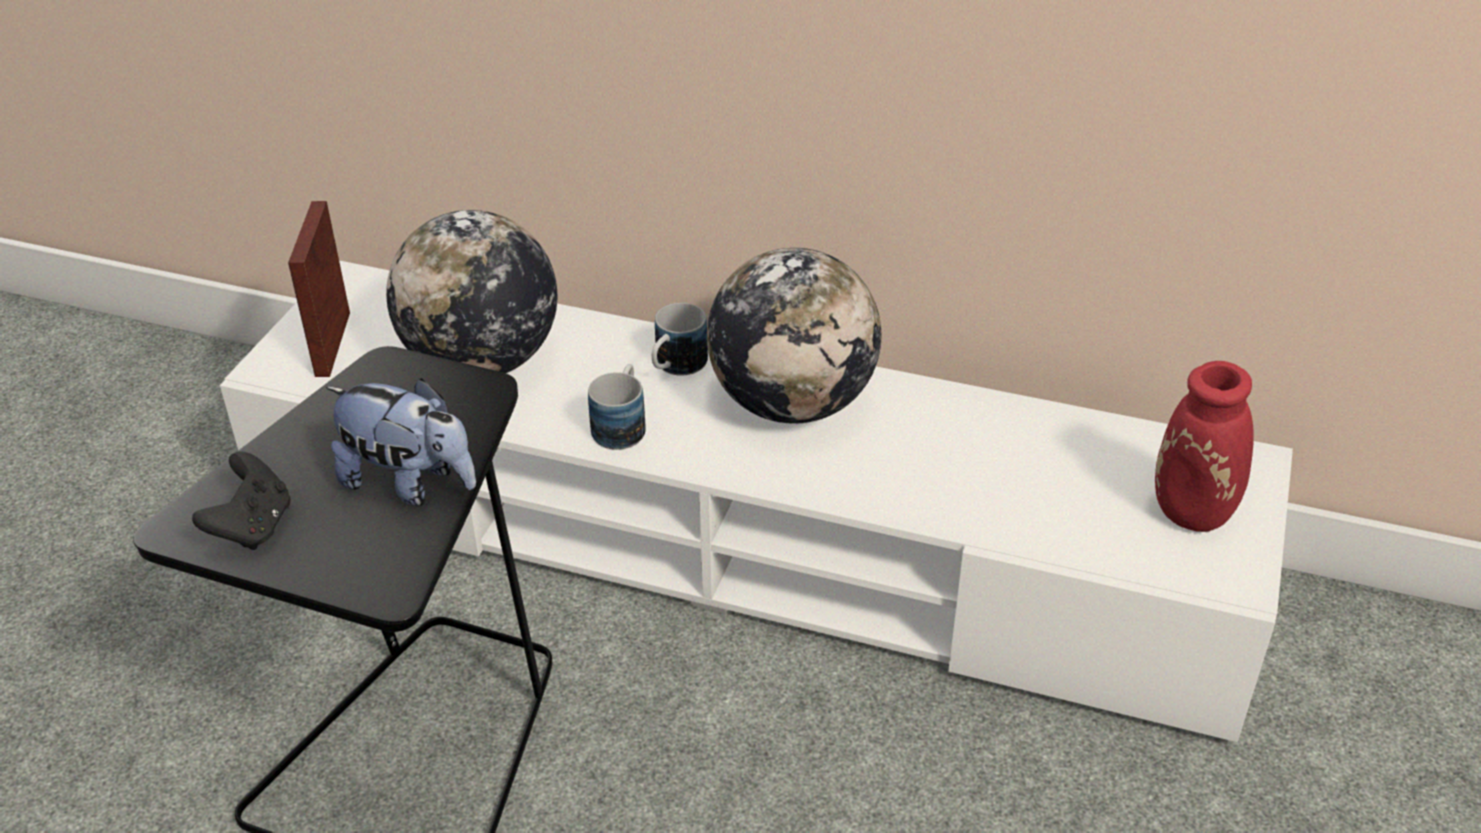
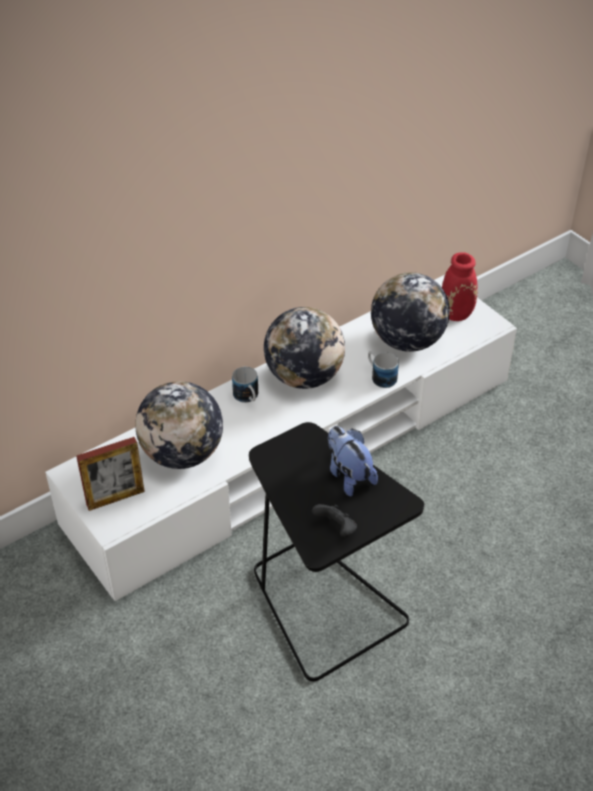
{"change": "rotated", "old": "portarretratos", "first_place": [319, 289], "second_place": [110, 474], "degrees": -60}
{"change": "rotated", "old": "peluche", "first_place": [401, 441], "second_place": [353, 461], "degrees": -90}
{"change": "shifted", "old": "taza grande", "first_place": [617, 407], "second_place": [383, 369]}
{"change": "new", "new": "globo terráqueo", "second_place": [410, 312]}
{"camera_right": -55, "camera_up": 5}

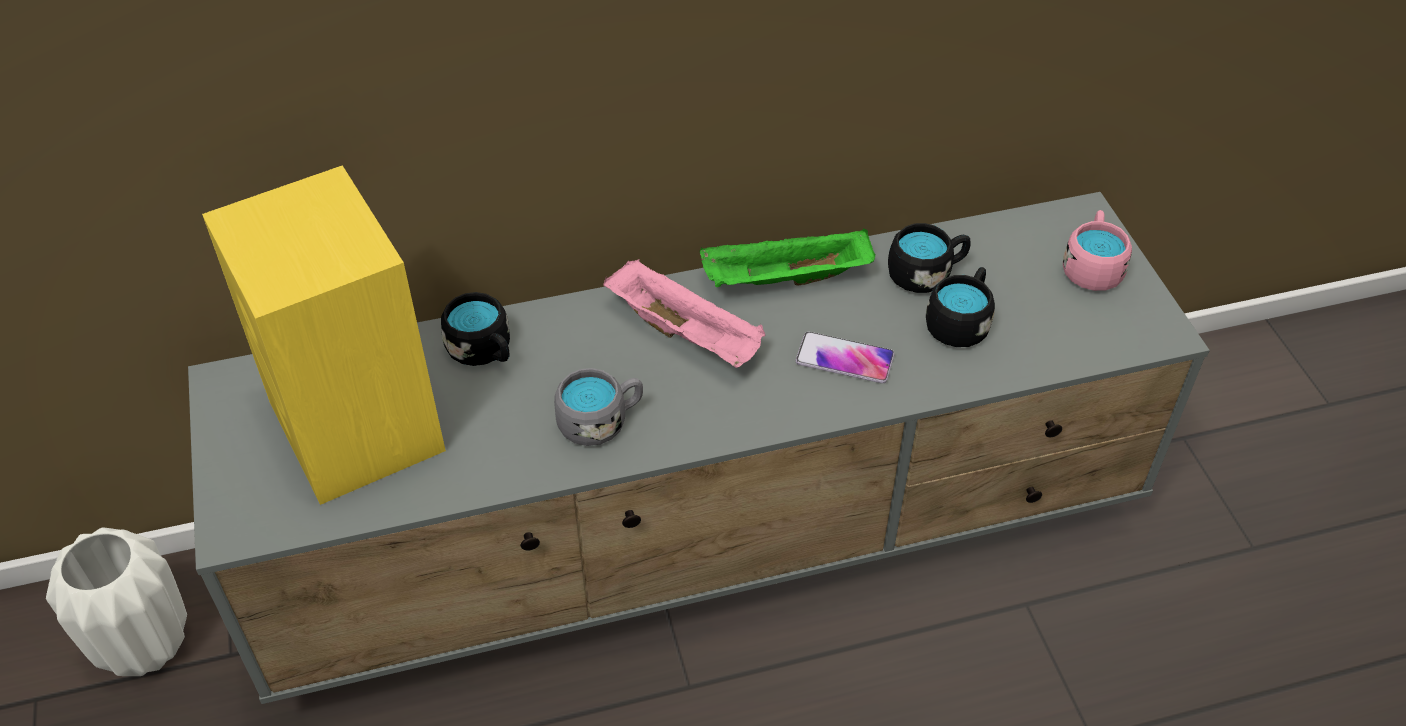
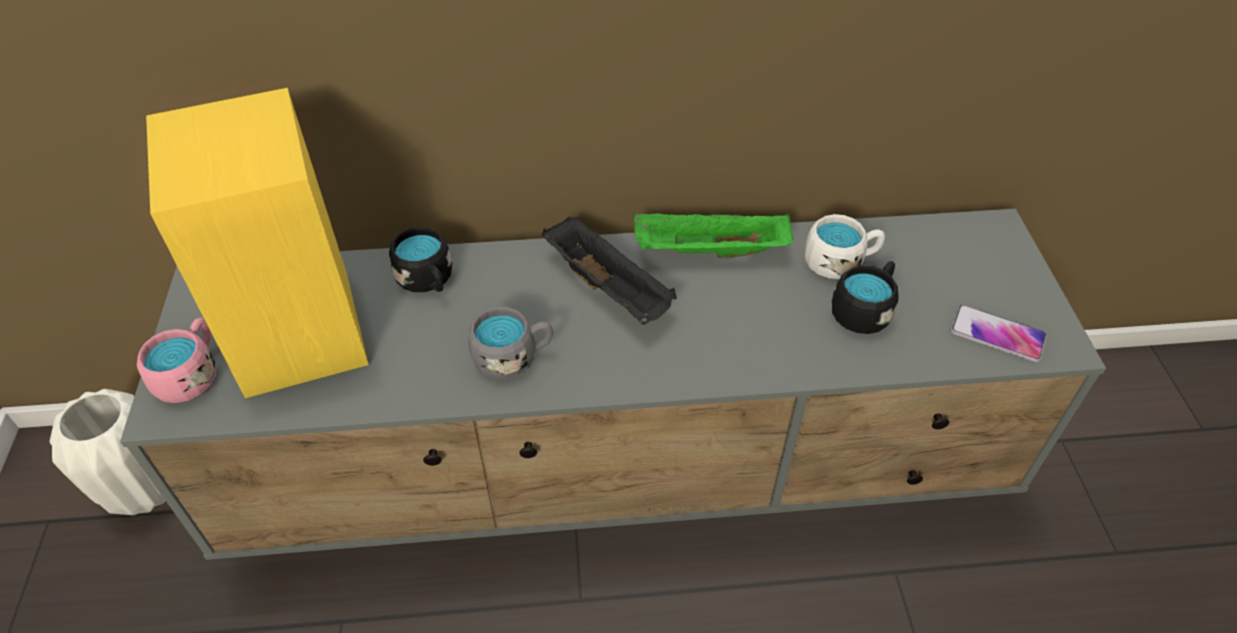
{"change": "shifted", "old": "taza grande (rosa)", "first_place": [1097, 250], "second_place": [176, 360]}
{"change": "repainted", "old": "bandeja (rosa)", "new": "bandeja (negro)", "first_place": [684, 313], "second_place": [609, 271]}
{"change": "repainted", "old": "taza grande (negro)", "new": "taza grande (blanco)", "first_place": [929, 258], "second_place": [845, 246]}
{"change": "shifted", "old": "móvil", "first_place": [845, 357], "second_place": [999, 333]}
{"camera_right": 10, "camera_up": 0}

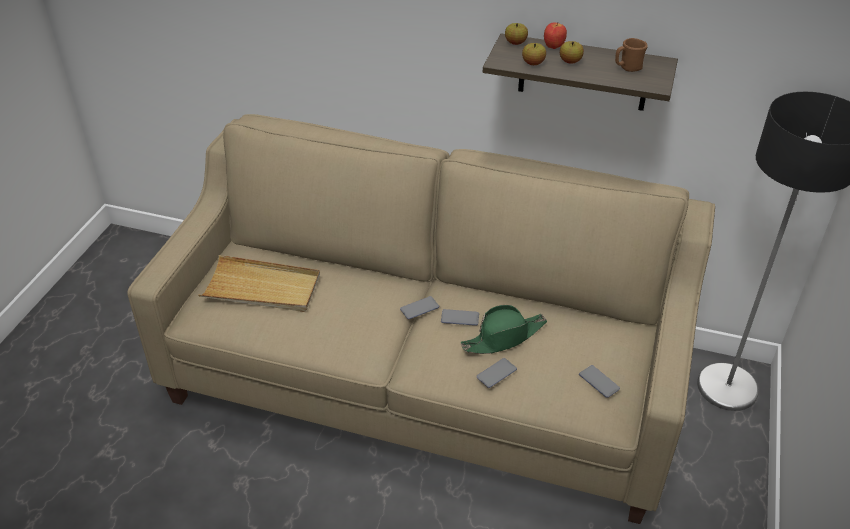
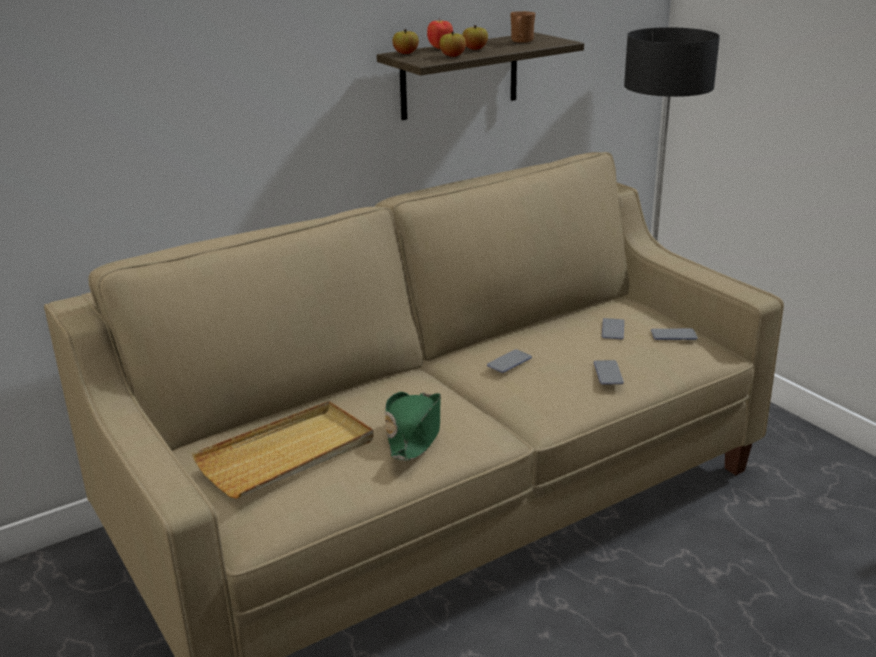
{"change": "shifted", "old": "sombrero (verde)", "first_place": [504, 329], "second_place": [413, 426]}
{"change": "shifted", "old": "móvil", "first_place": [419, 307], "second_place": [613, 328]}
{"camera_right": -50, "camera_up": -15}

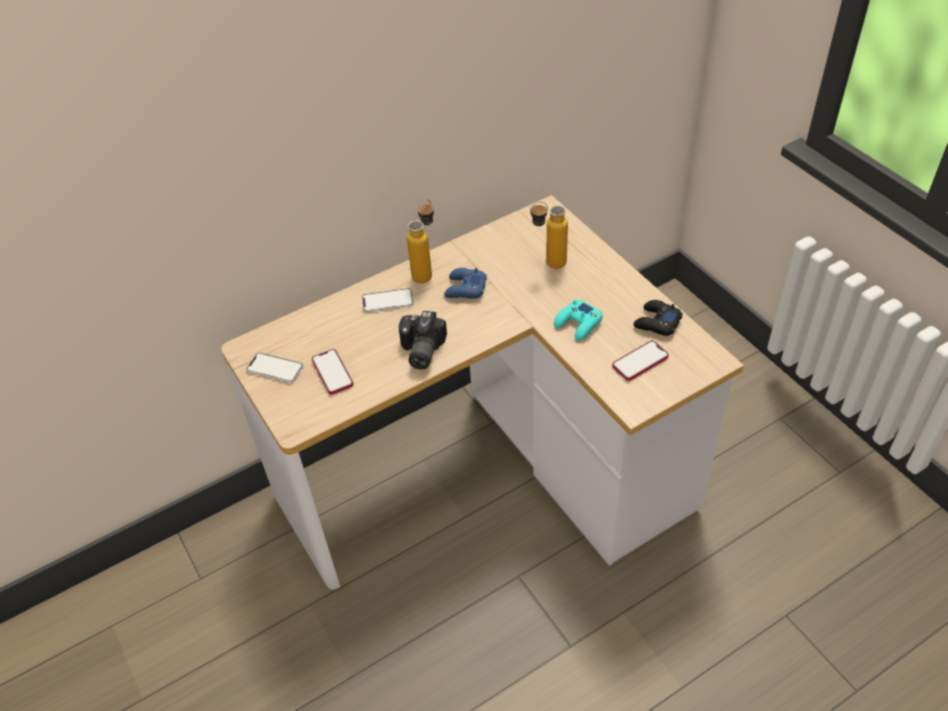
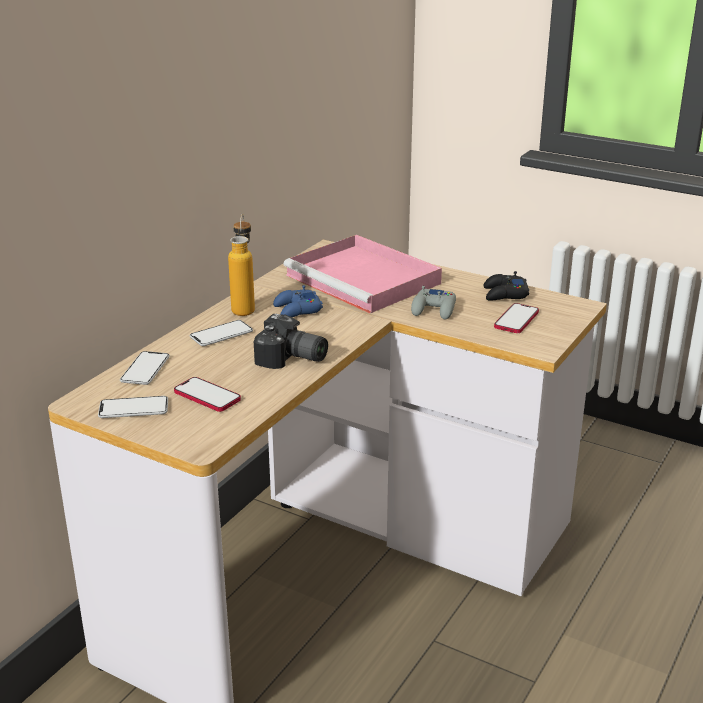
{"change": "new", "new": "móvil", "second_place": [145, 368]}
{"change": "rotated", "old": "cámara", "first_place": [423, 340], "second_place": [291, 341], "degrees": -45}
{"change": "swapped", "old": "botella", "new": "bandeja (rosa)", "first_place": [549, 235], "second_place": [362, 274]}
{"change": "repainted", "old": "mando de consola (turquesa)", "new": "mando de consola (gris)", "first_place": [578, 320], "second_place": [433, 302]}
{"camera_right": -30, "camera_up": -20}

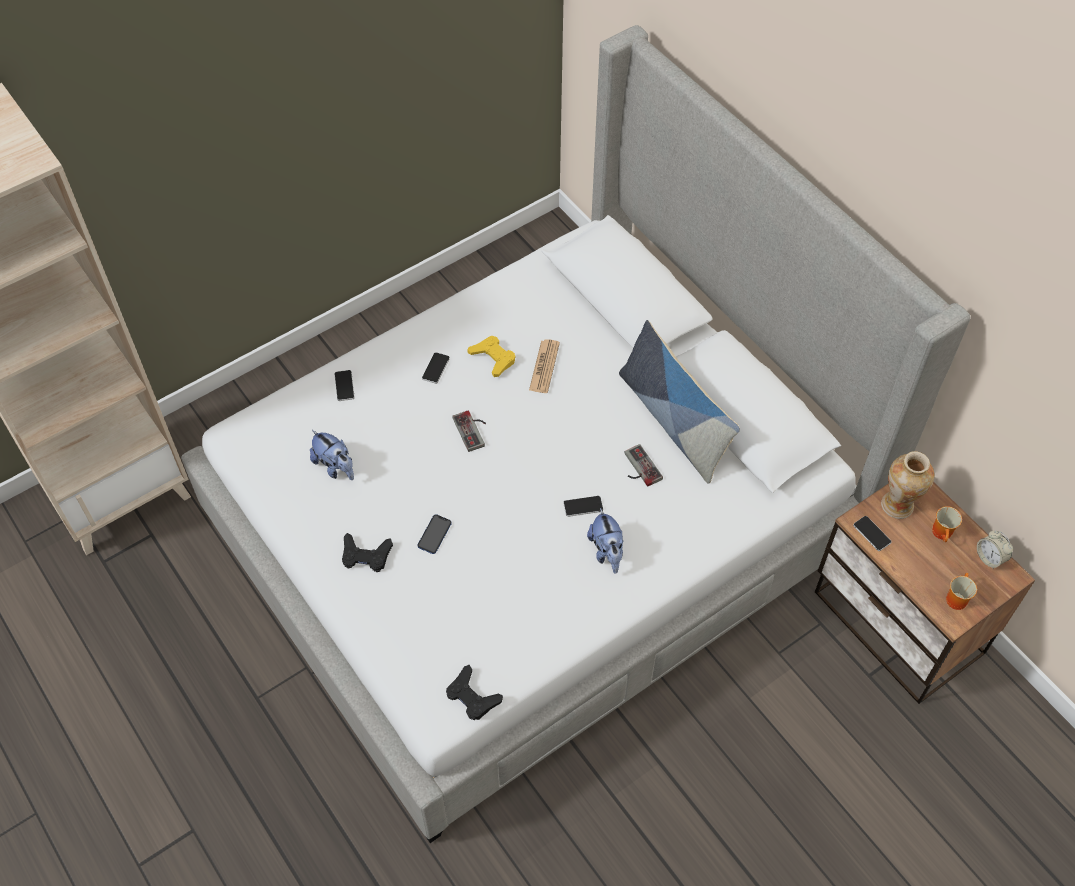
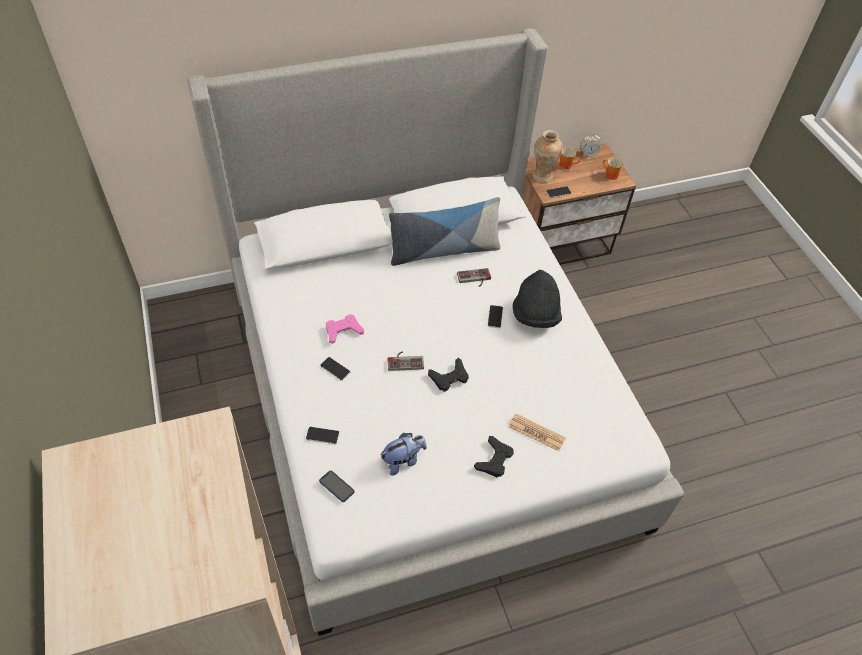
{"change": "shifted", "old": "móvil", "first_place": [434, 534], "second_place": [337, 486]}
{"change": "repainted", "old": "mando de consola (amarillo)", "new": "mando de consola (rosa)", "first_place": [491, 356], "second_place": [345, 329]}
{"change": "shifted", "old": "mando de consola (negro)", "first_place": [474, 692], "second_place": [448, 375]}
{"change": "shifted", "old": "periódico", "first_place": [544, 366], "second_place": [537, 432]}
{"change": "swapped", "old": "peluche", "new": "sombrero (negro)", "first_place": [605, 541], "second_place": [537, 299]}
{"camera_right": -75, "camera_up": -5}

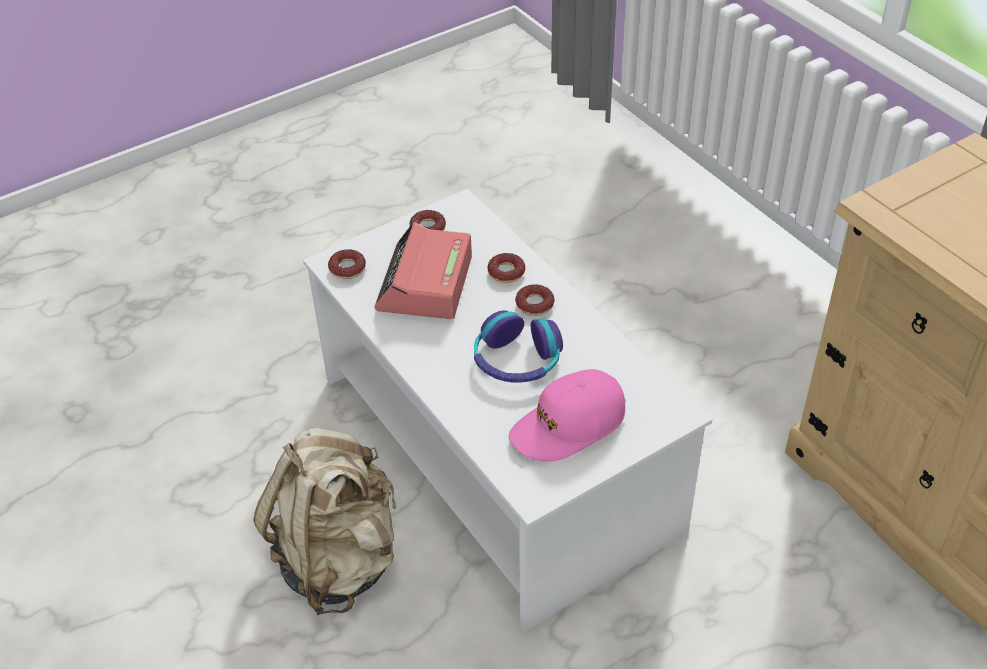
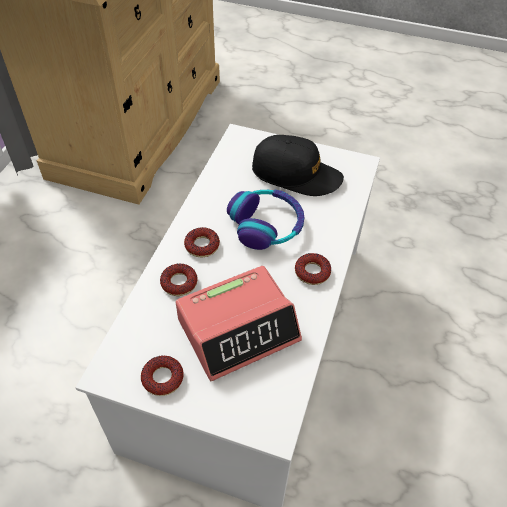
{"change": "repainted", "old": "gorra (rosa)", "new": "gorra (negro)", "first_place": [567, 415], "second_place": [298, 165]}
{"change": "shifted", "old": "rosquilla", "first_place": [347, 264], "second_place": [313, 269]}
{"change": "gone", "old": "mochila (beis)", "first_place": [325, 521]}
{"camera_right": -130, "camera_up": 5}

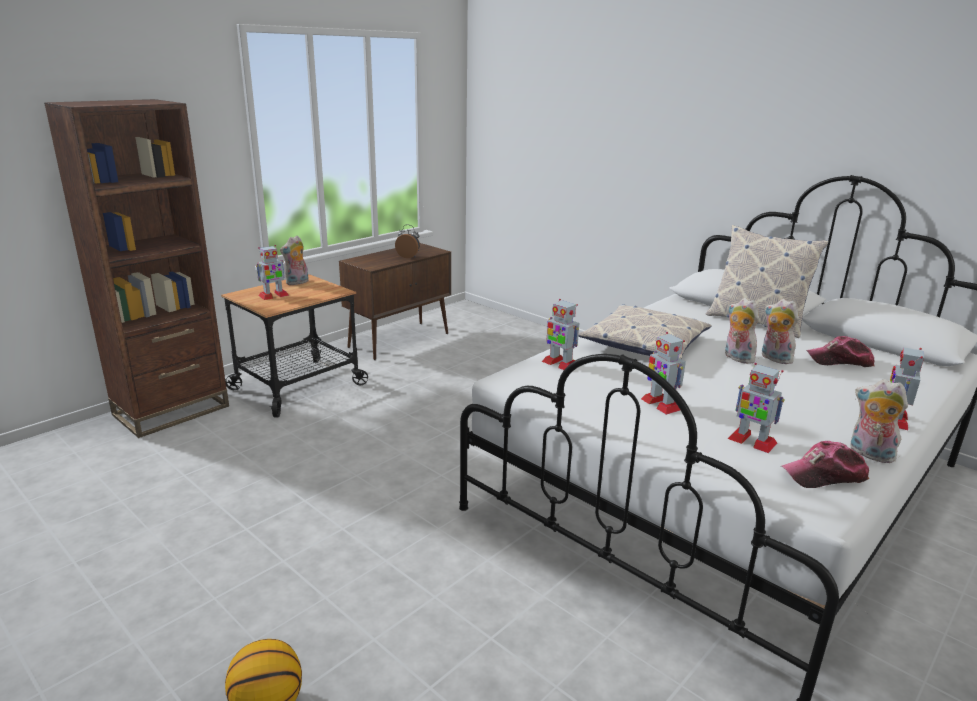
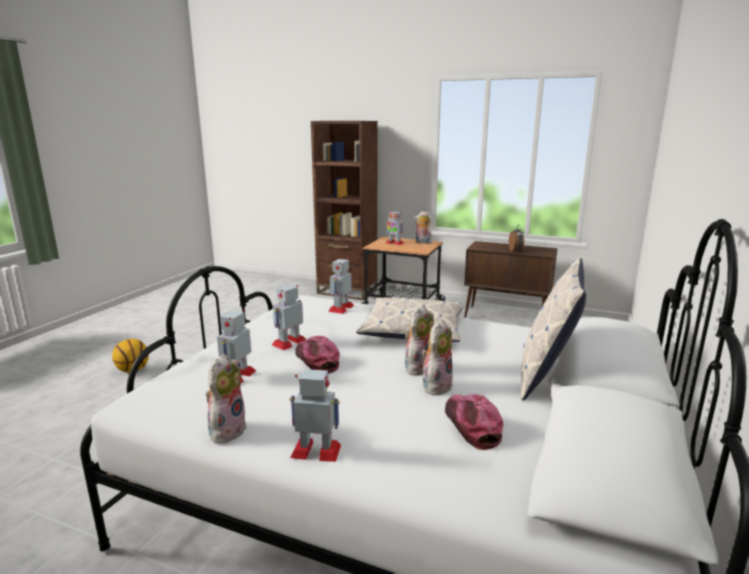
{"change": "shifted", "old": "gorra", "first_place": [825, 464], "second_place": [317, 355]}
{"camera_right": 70, "camera_up": -5}

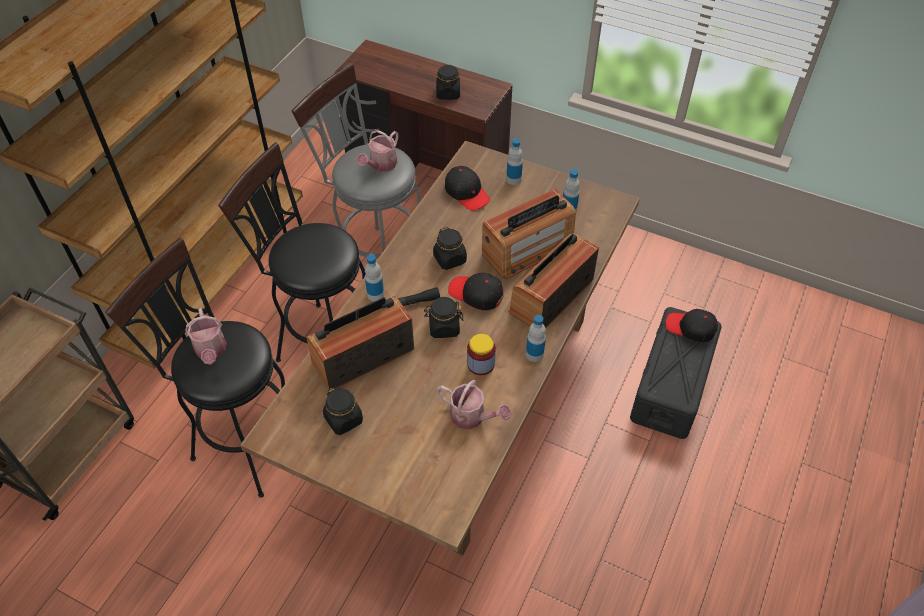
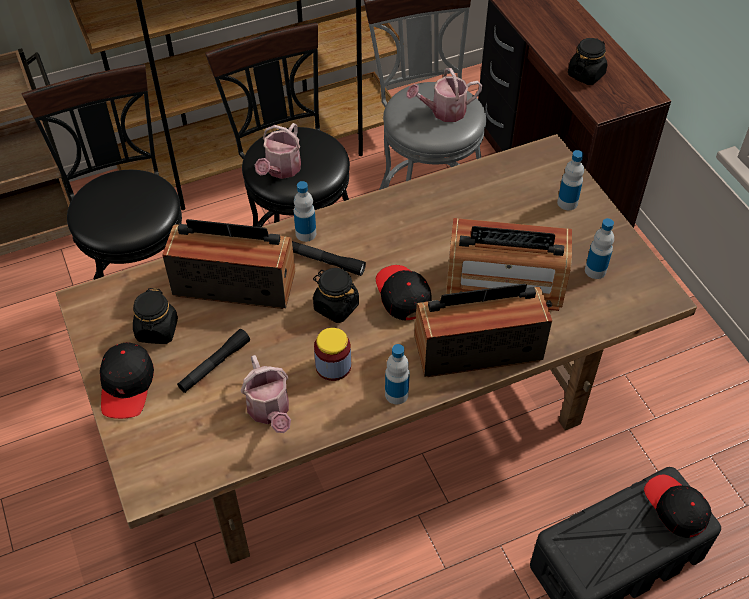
{"change": "shifted", "old": "gorra (negro)", "first_place": [467, 188], "second_place": [127, 380]}
{"change": "new", "new": "linterna (negro)", "second_place": [213, 361]}
{"change": "shifted", "old": "regadera", "first_place": [206, 336], "second_place": [278, 151]}
{"change": "gone", "old": "tarro (negro)", "first_place": [450, 248]}
{"camera_right": 40, "camera_up": 0}

